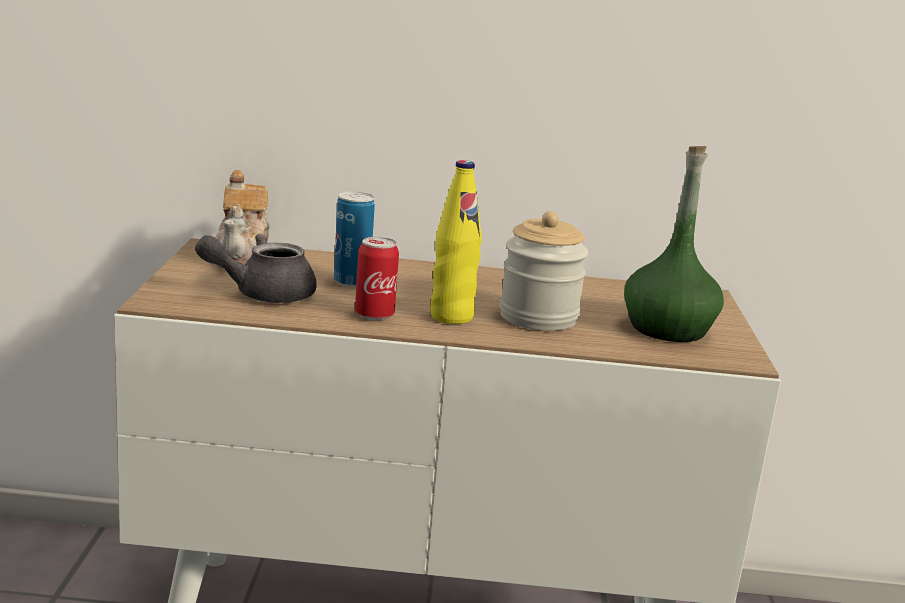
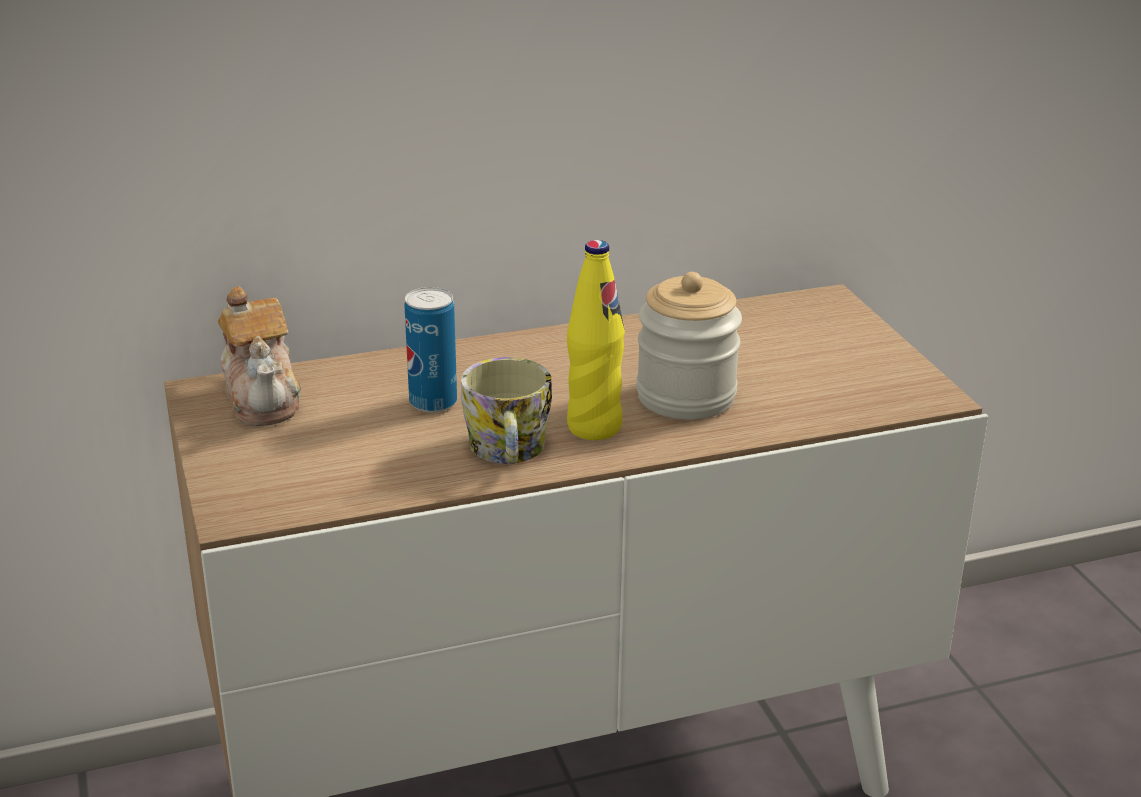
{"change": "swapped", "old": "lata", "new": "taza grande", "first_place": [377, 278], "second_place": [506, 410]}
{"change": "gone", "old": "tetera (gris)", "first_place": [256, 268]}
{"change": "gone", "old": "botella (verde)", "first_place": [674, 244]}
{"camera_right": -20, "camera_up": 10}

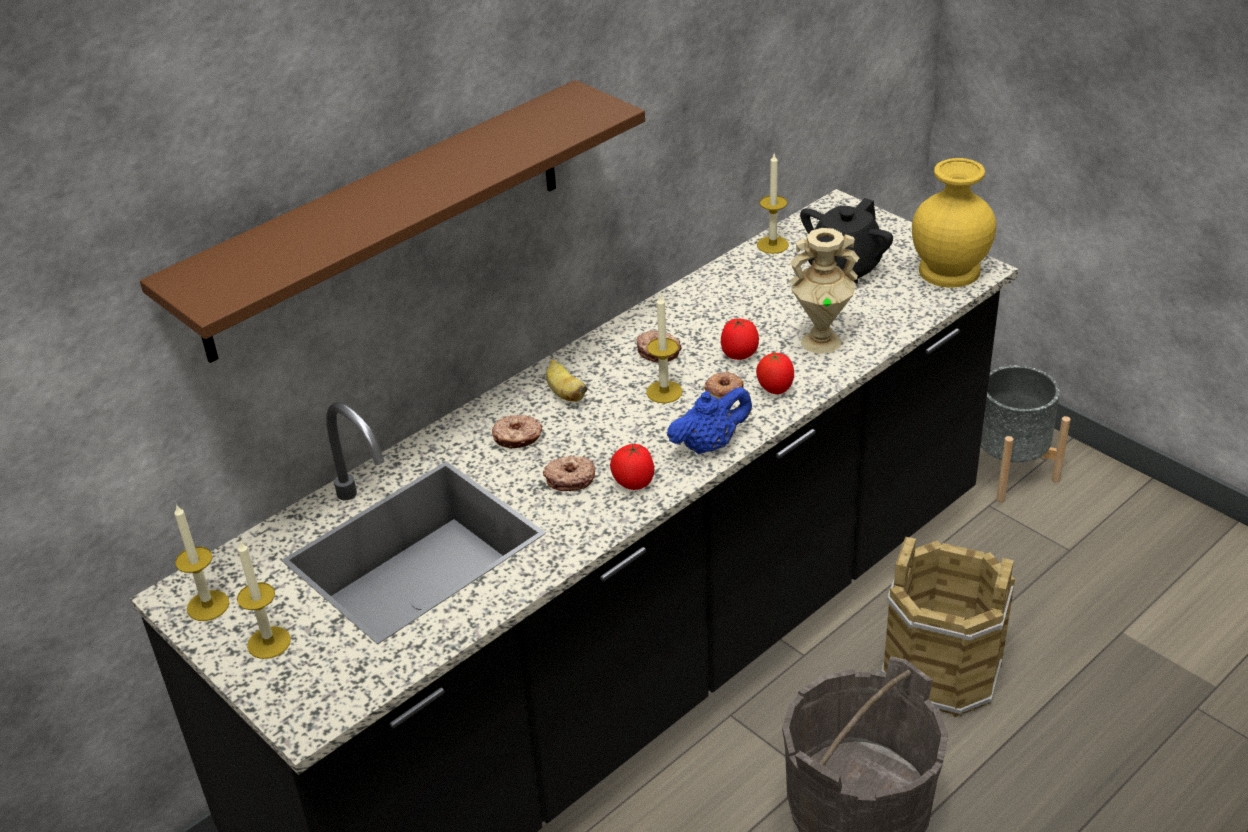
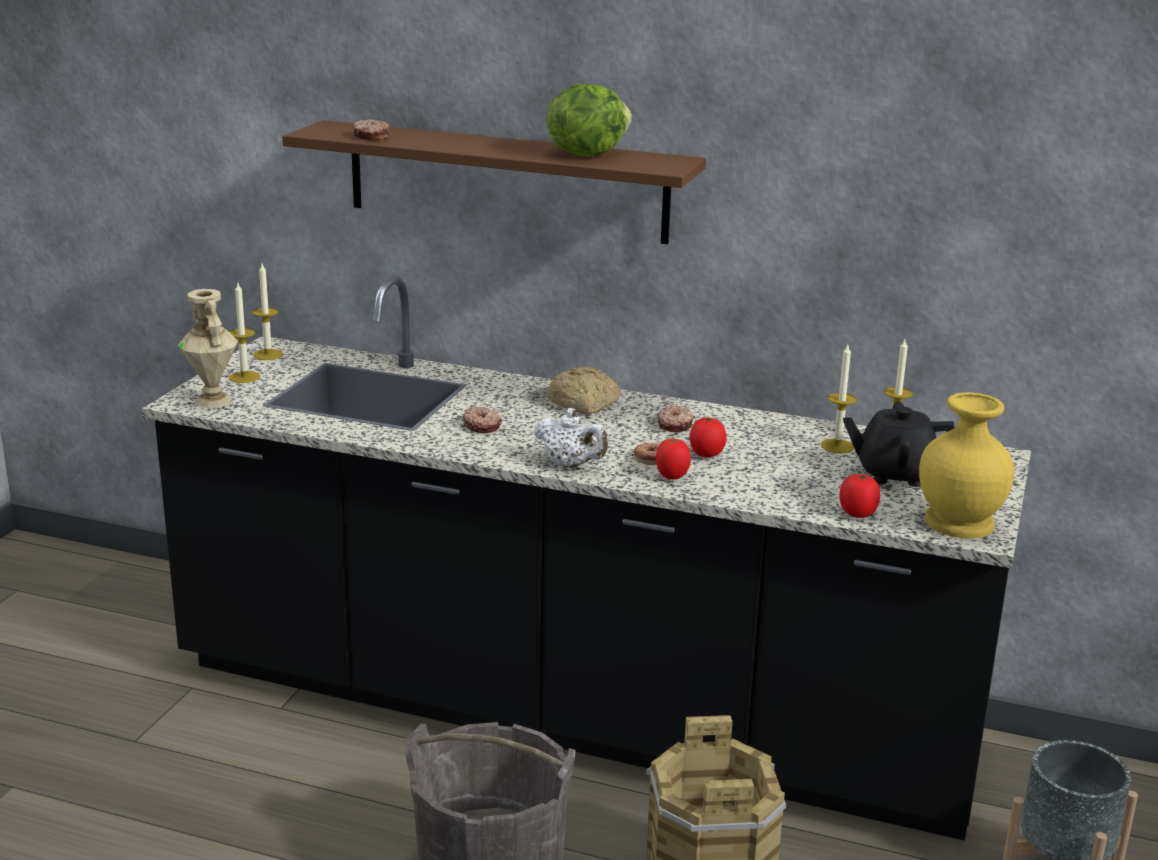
{"change": "shifted", "old": "florero (beis)", "first_place": [824, 291], "second_place": [208, 348]}
{"change": "shifted", "old": "rosquilla", "first_place": [517, 432], "second_place": [371, 129]}
{"change": "repainted", "old": "tetera (azul)", "new": "tetera (blanco)", "first_place": [709, 420], "second_place": [570, 438]}
{"change": "new", "new": "lechuga", "second_place": [589, 120]}
{"change": "swapped", "old": "plátano", "new": "pan", "first_place": [567, 380], "second_place": [584, 390]}
{"change": "shifted", "old": "vela", "first_place": [664, 348], "second_place": [839, 399]}
{"change": "shifted", "old": "tomate", "first_place": [632, 467], "second_place": [859, 496]}
{"camera_right": 60, "camera_up": -15}

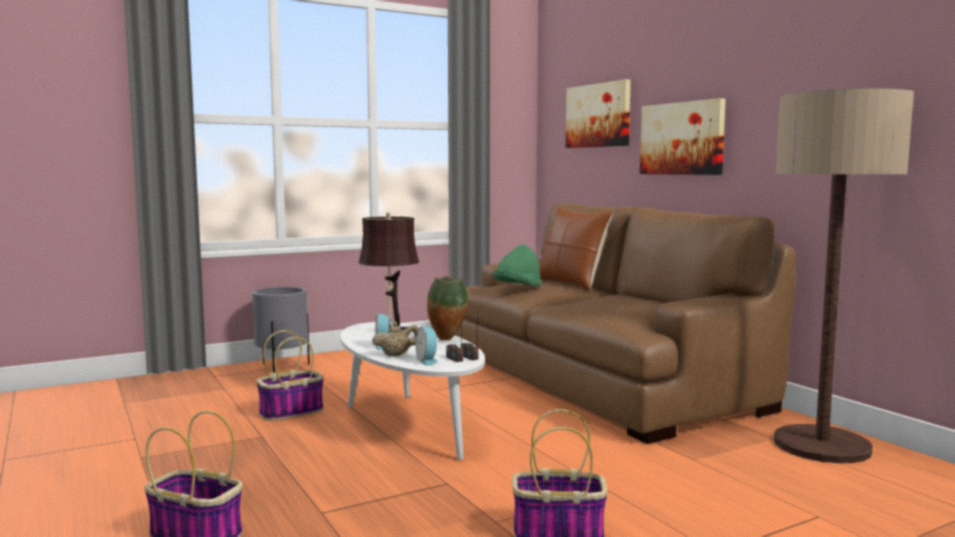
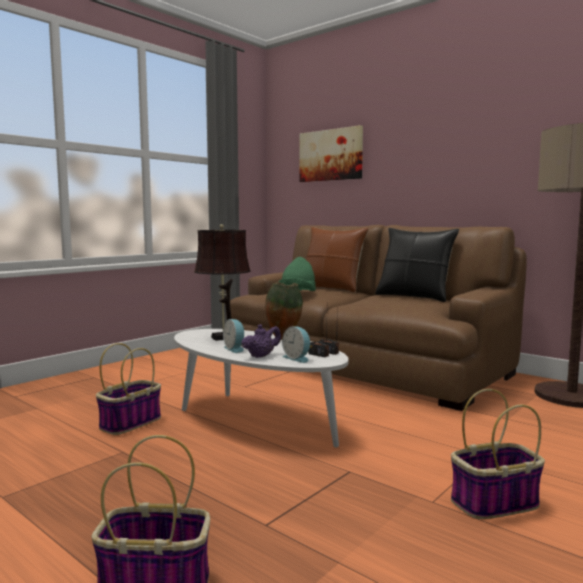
{"change": "repainted", "old": "tetera (beis)", "new": "tetera (morado)", "first_place": [395, 339], "second_place": [261, 341]}
{"change": "new", "new": "cojín (negro)", "second_place": [417, 265]}
{"change": "gone", "old": "maceta (gris)", "first_place": [281, 330]}
{"change": "gone", "old": "cuadro", "first_place": [683, 136]}
{"camera_right": -20, "camera_up": 0}

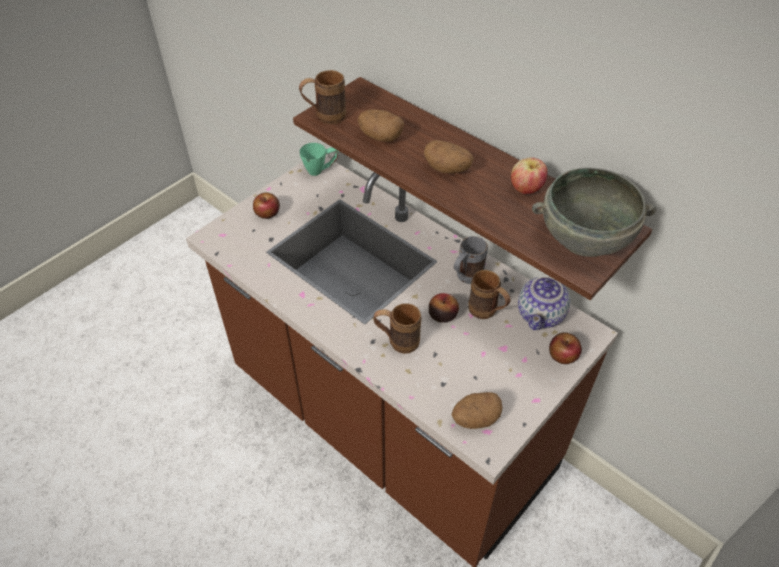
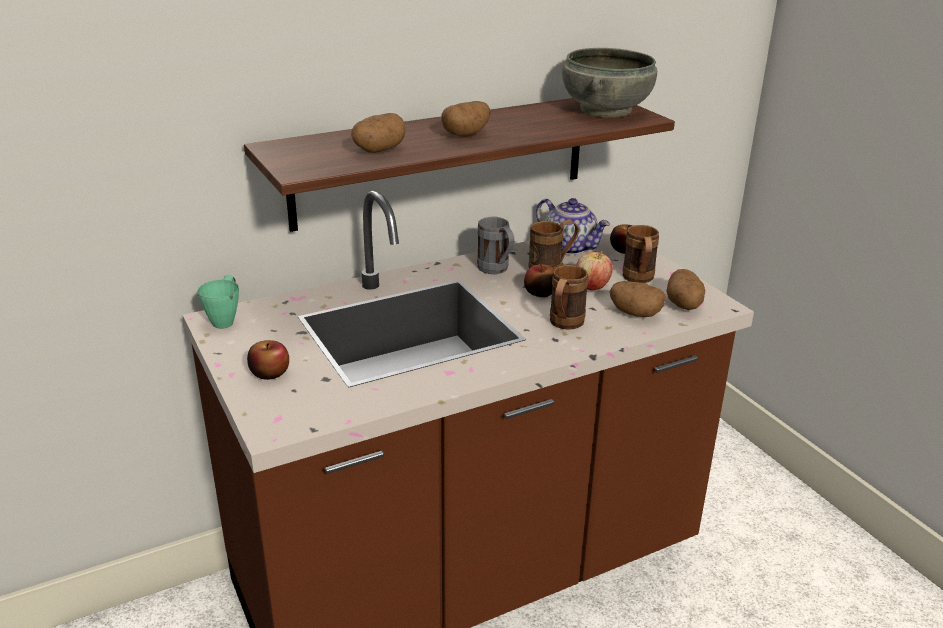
{"change": "shifted", "old": "manzana", "first_place": [529, 175], "second_place": [594, 270]}
{"change": "new", "new": "patata", "second_place": [638, 299]}
{"change": "shifted", "old": "taza grande (marrón)", "first_place": [322, 97], "second_place": [641, 254]}
{"camera_right": -70, "camera_up": -20}

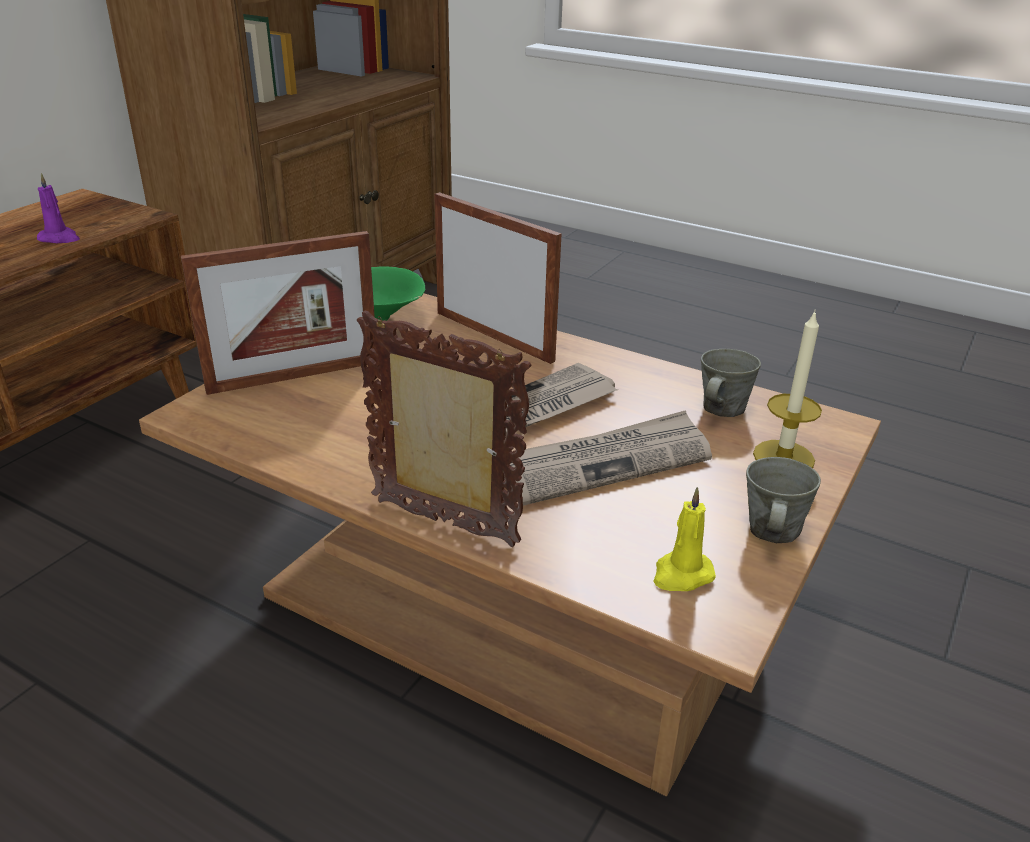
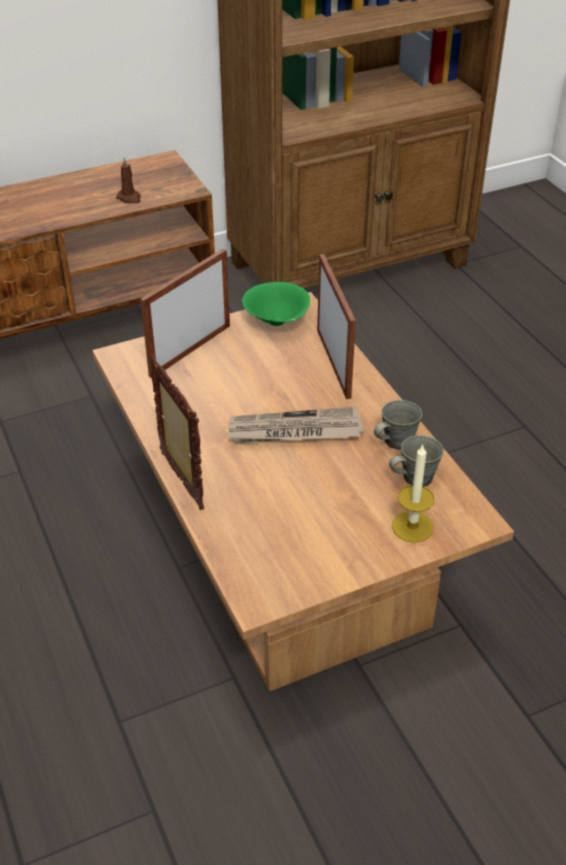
{"change": "repainted", "old": "vela (morado)", "new": "vela (marrón)", "first_place": [58, 208], "second_place": [128, 180]}
{"change": "rotated", "old": "portarretratos", "first_place": [278, 313], "second_place": [185, 313], "degrees": 120}
{"change": "shifted", "old": "taza grande (gris)", "first_place": [783, 500], "second_place": [398, 425]}
{"change": "gone", "old": "periódico", "first_place": [611, 458]}
{"change": "gone", "old": "vela (amarillo)", "first_place": [684, 539]}
{"camera_right": 35, "camera_up": 10}

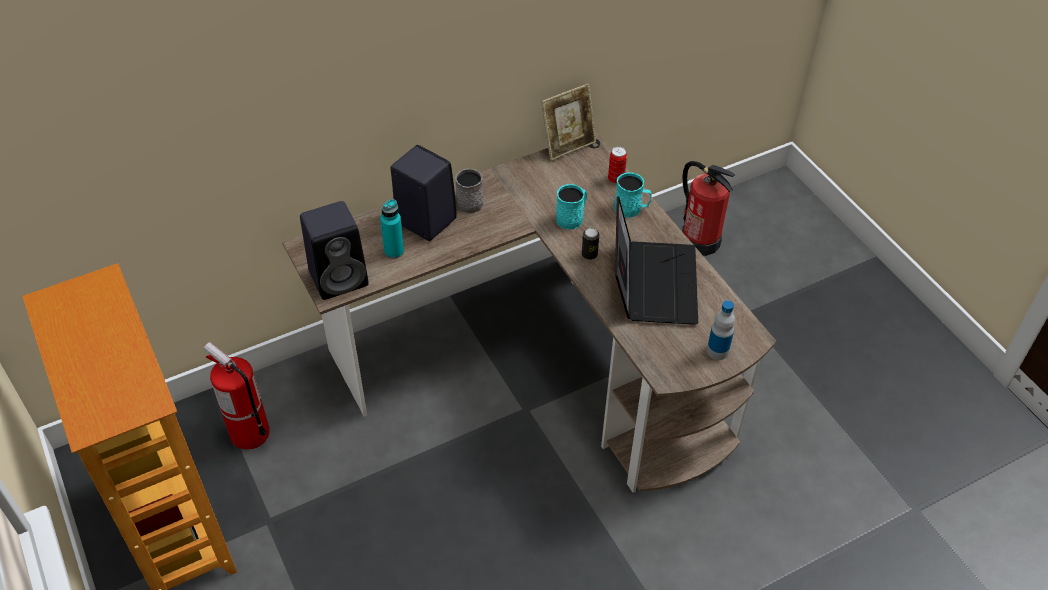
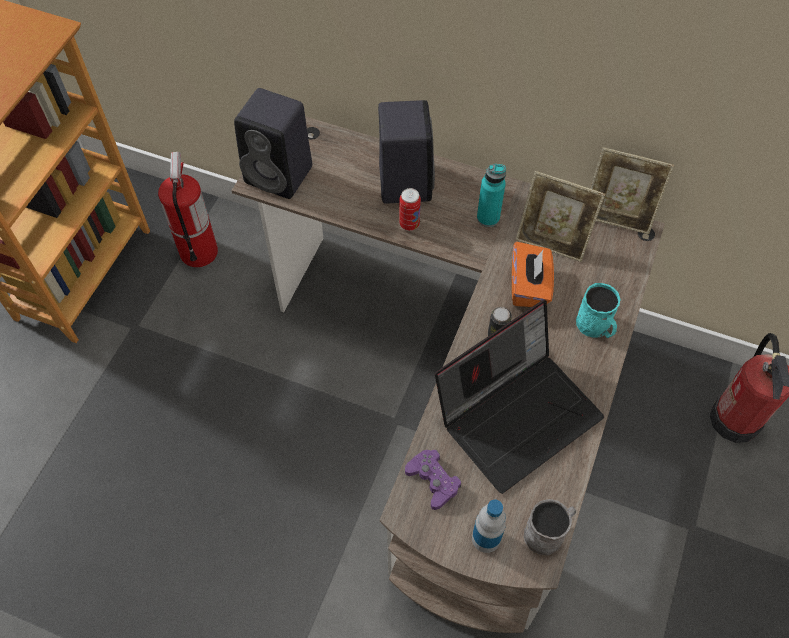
{"change": "shifted", "old": "lata", "first_place": [617, 165], "second_place": [410, 209]}
{"change": "new", "new": "mando de consola (morado)", "second_place": [433, 479]}
{"change": "shifted", "old": "botella (turquesa)", "first_place": [392, 229], "second_place": [491, 195]}
{"change": "swapped", "old": "taza grande (turquesa)", "new": "caja de pañuelos (naranja)", "first_place": [571, 206], "second_place": [533, 274]}
{"change": "new", "new": "portarretratos", "second_place": [560, 216]}
{"change": "shifted", "old": "taza grande (gris)", "first_place": [469, 191], "second_place": [550, 527]}
{"camera_right": 50, "camera_up": 10}

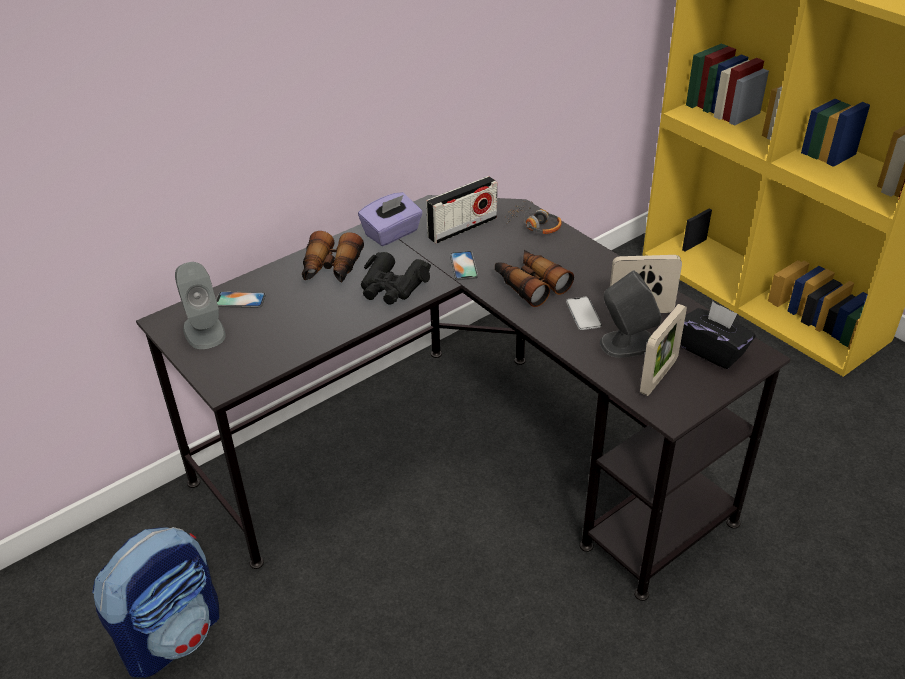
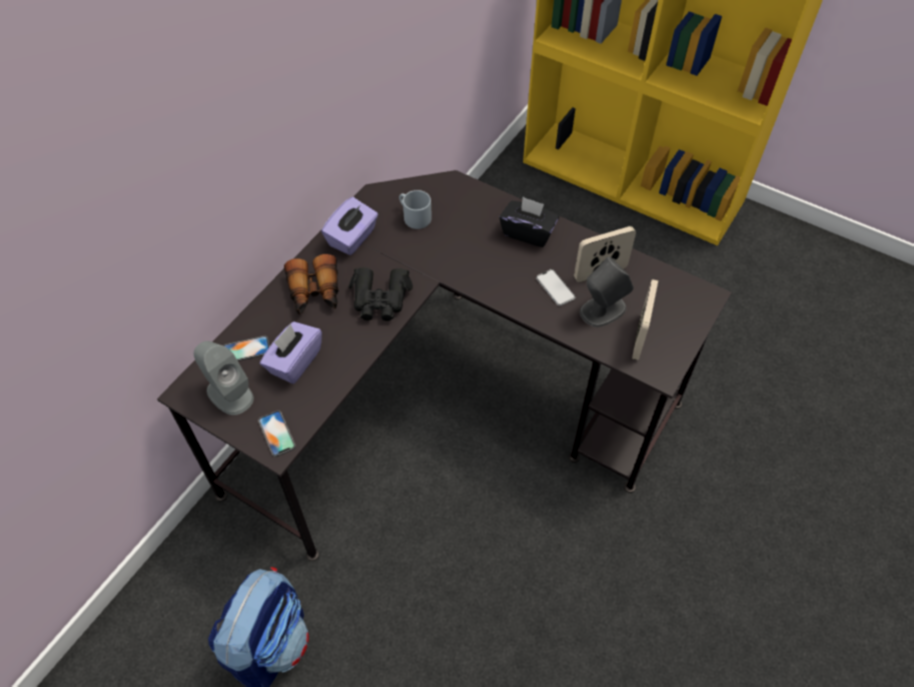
{"change": "shifted", "old": "móvil", "first_place": [464, 265], "second_place": [277, 433]}
{"change": "new", "new": "caja de pañuelos (morado)", "second_place": [291, 353]}
{"change": "swapped", "old": "radio", "new": "taza grande (gris)", "first_place": [461, 210], "second_place": [415, 209]}
{"change": "shifted", "old": "caja de pañuelos (negro)", "first_place": [718, 335], "second_place": [529, 222]}
{"change": "gone", "old": "prismáticos", "first_place": [534, 278]}
{"change": "gone", "old": "auriculares", "first_place": [533, 217]}
{"camera_right": -20, "camera_up": 15}

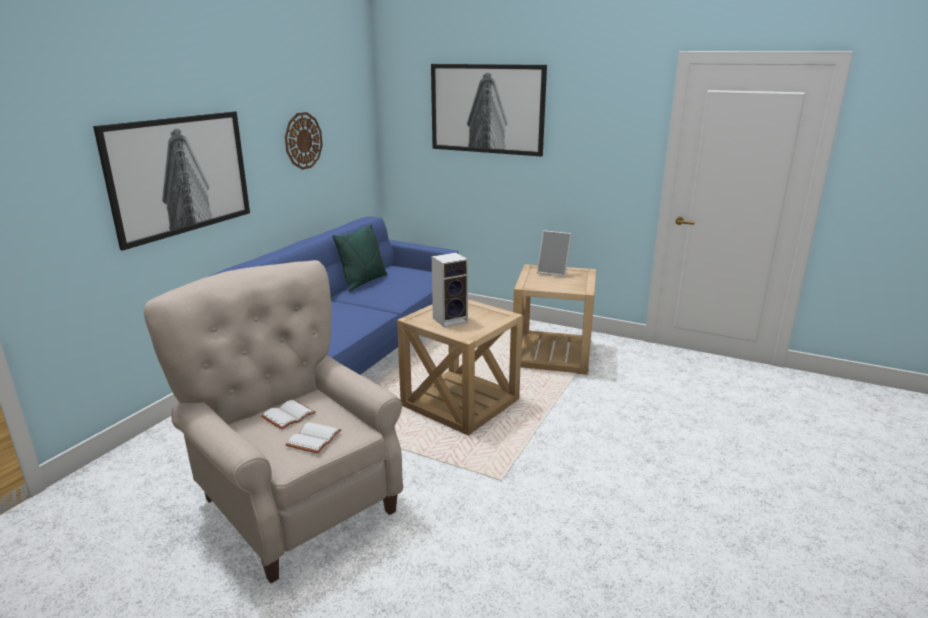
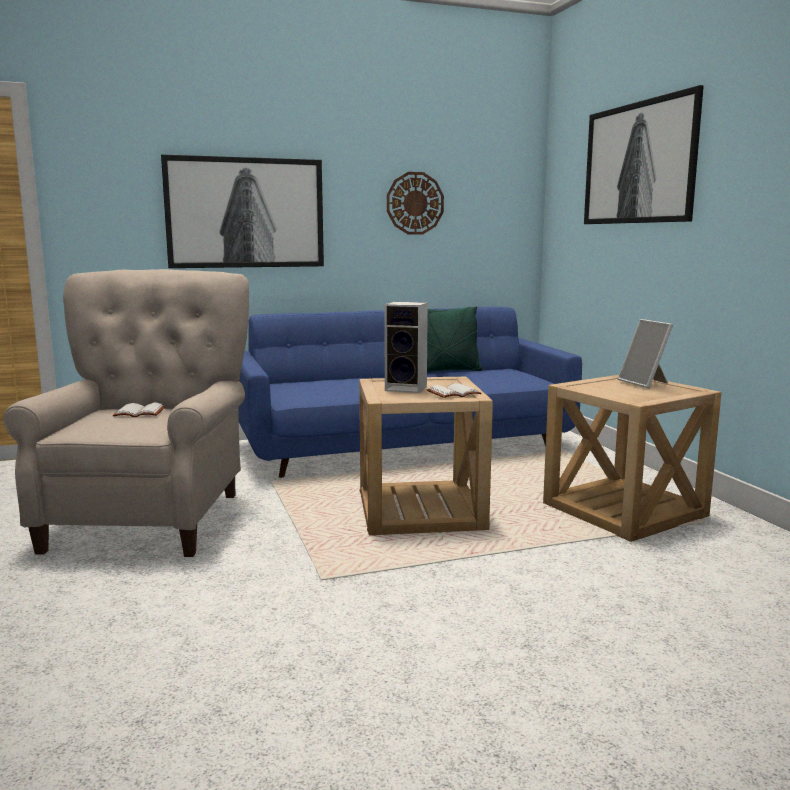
{"change": "shifted", "old": "libro (blanco)", "first_place": [313, 438], "second_place": [454, 390]}
{"camera_right": 45, "camera_up": -10}

